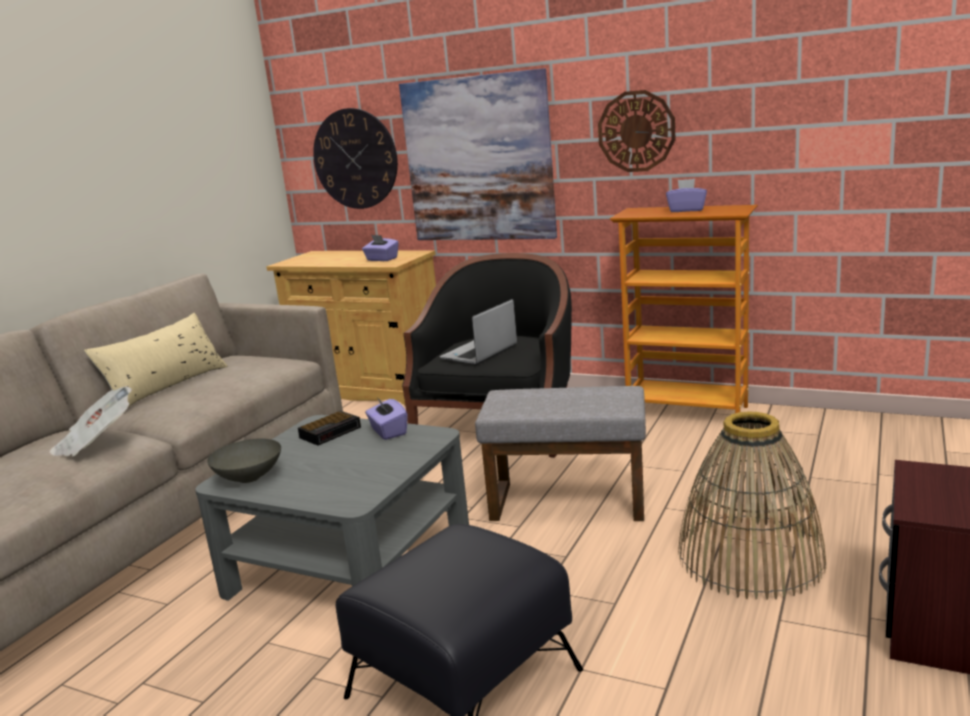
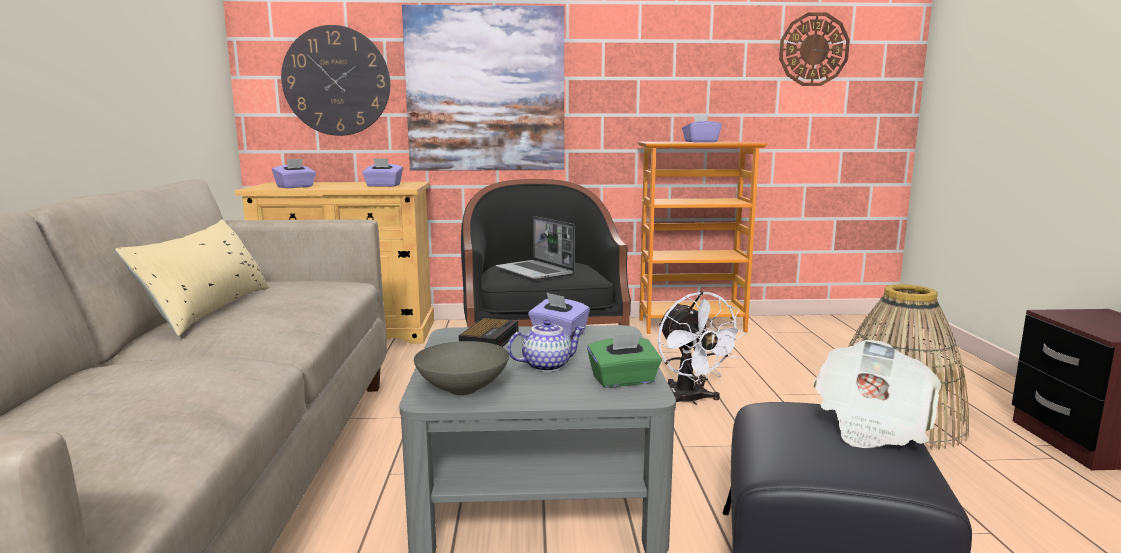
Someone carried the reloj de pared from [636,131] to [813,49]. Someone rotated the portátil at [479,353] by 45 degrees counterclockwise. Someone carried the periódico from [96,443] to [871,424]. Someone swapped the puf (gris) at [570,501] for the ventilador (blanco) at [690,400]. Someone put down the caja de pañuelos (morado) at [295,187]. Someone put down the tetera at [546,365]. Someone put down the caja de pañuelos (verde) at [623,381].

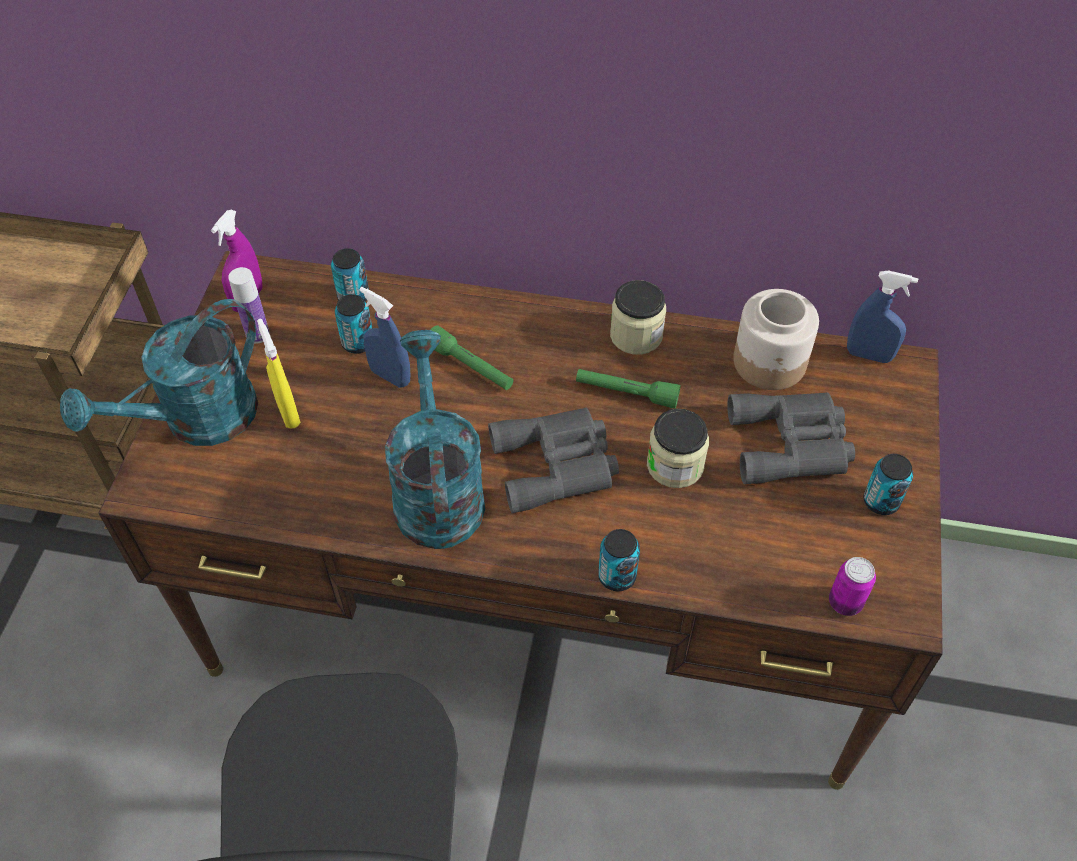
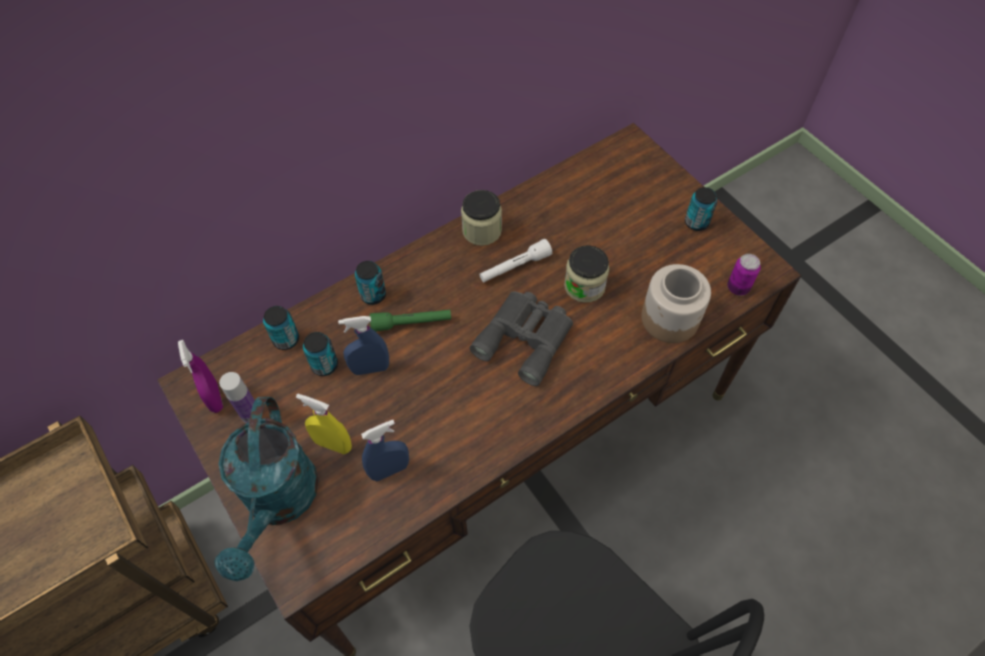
Someone carried the pulverizador (azul) from [869,355] to [389,470]. Someone carried the tarro from [770,363] to [670,319]. Someone took away the regadera (turquesa) at [436,489]. Someone repainted the linterna (verde) at [626,393], which became the linterna (blanco) at [514,267]. Someone took away the prismáticos (gris) at [792,444]. Someone carried the lata from [617,576] to [373,295].

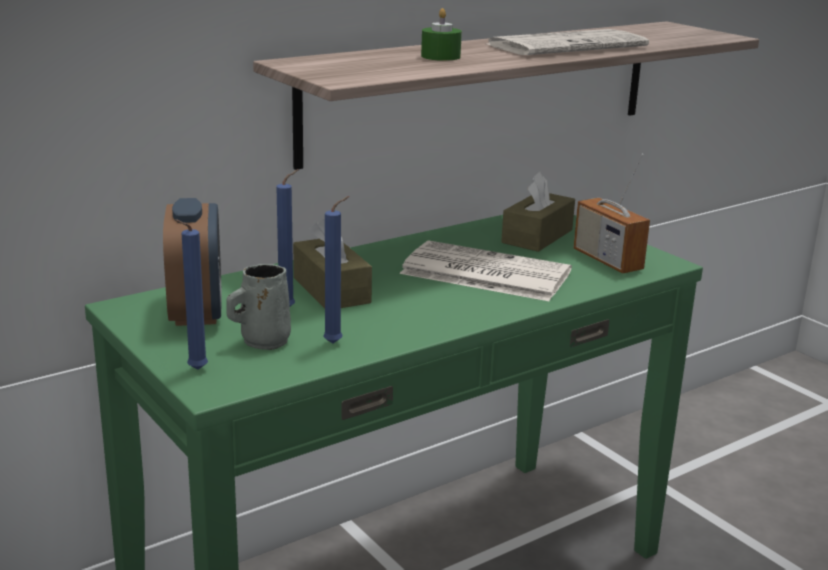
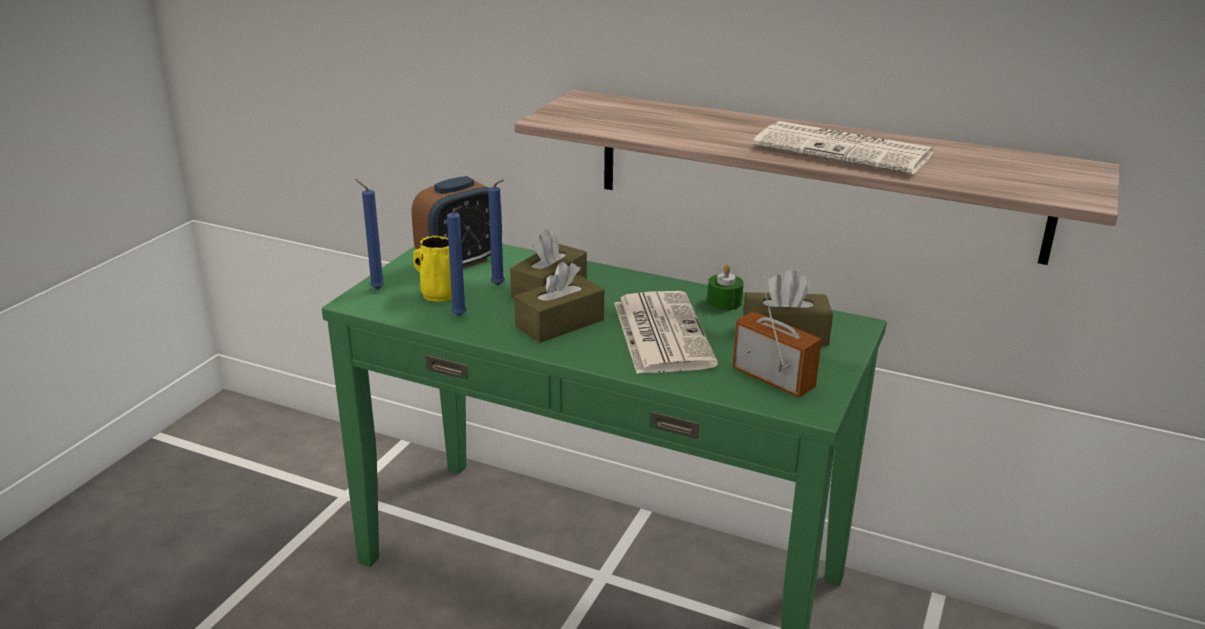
Someone carried the vela (verde) from [440,56] to [724,302]. Someone rotated the radio at [607,260] by 105 degrees clockwise. Someone repainted the taza grande (gris) at [262,341], which became the taza grande (amarillo) at [438,294]. Someone put down the caja de pañuelos (marrón) at [559,323].

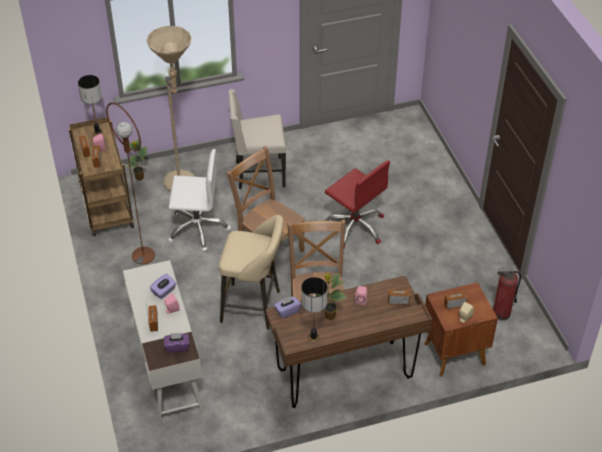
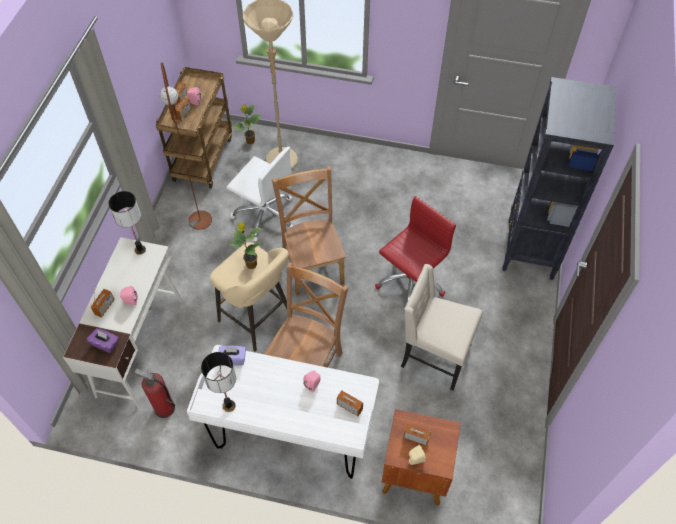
Someone carried the lámpara de mesa from [97,132] to [140,250]. Someone carried the silla (beis) from [259,174] to [433,356]. Someone rotated the silla de oficina (rojo) at [355,227] by 120 degrees counterclockwise. Someone carried the extintor from [501,313] to [164,408]. Someone carried the planta en maceta from [329,316] to [250,264]. Someone took away the caja de pañuelos (morado) at [164,291]. Someone repainted the escritorio (marrón) at [345,375], which became the escritorio (blanco) at [291,438]. Someone put down the estantería (negro) at [529,250].

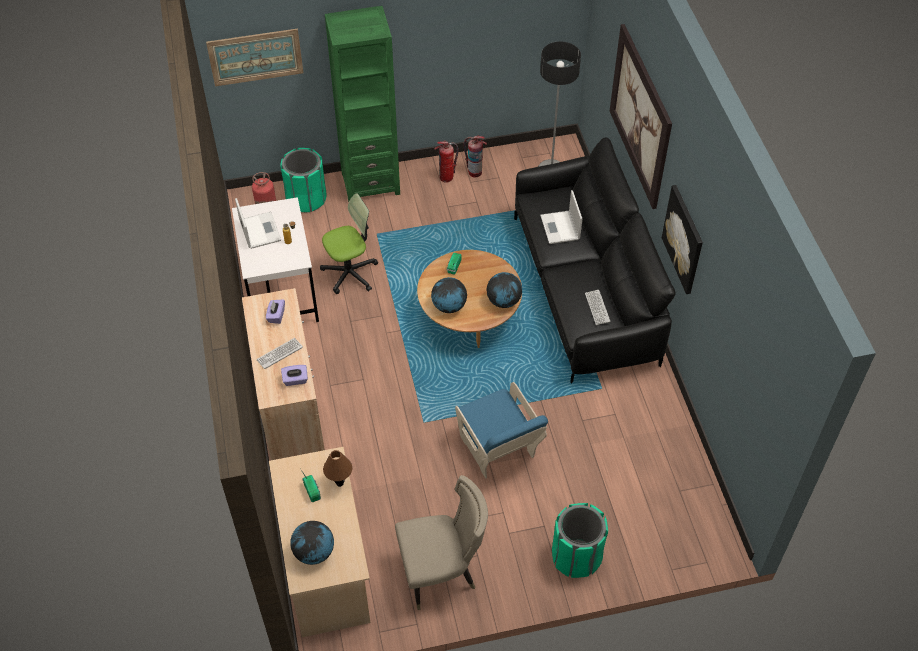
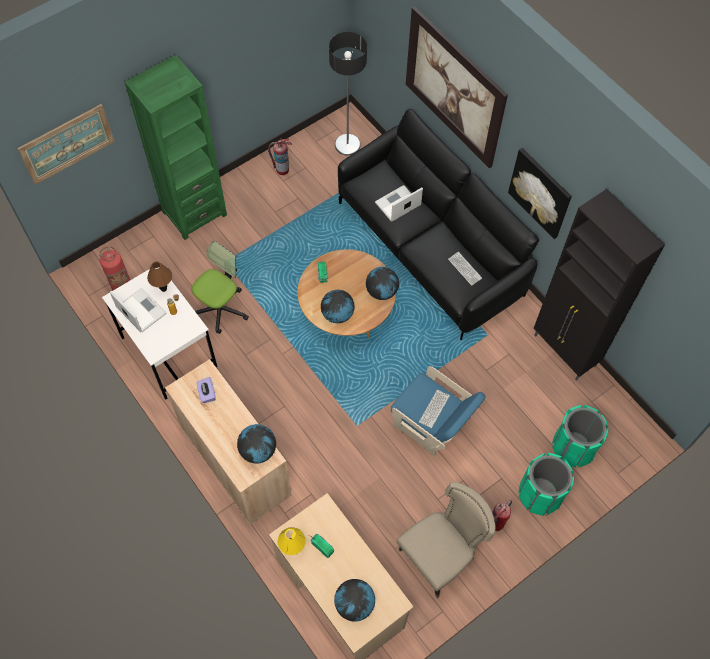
Someone carried the extintor from [446,177] to [496,523]. Someone carried the papelera (verde) from [306,199] to [573,447]. Someone rotated the portátil at [560,228] by 90 degrees clockwise. Someone carried the teclado from [279,353] to [434,409]. Someone swapped the caja de pañuelos (morado) at [295,380] for the globo terráqueo at [258,450]. Someone carried the lámpara de mesa (marrón) from [340,483] to [163,289]. Someone put down the armario (negro) at [564,351]. Someone put down the lámpara de mesa (amarillo) at [292,548].

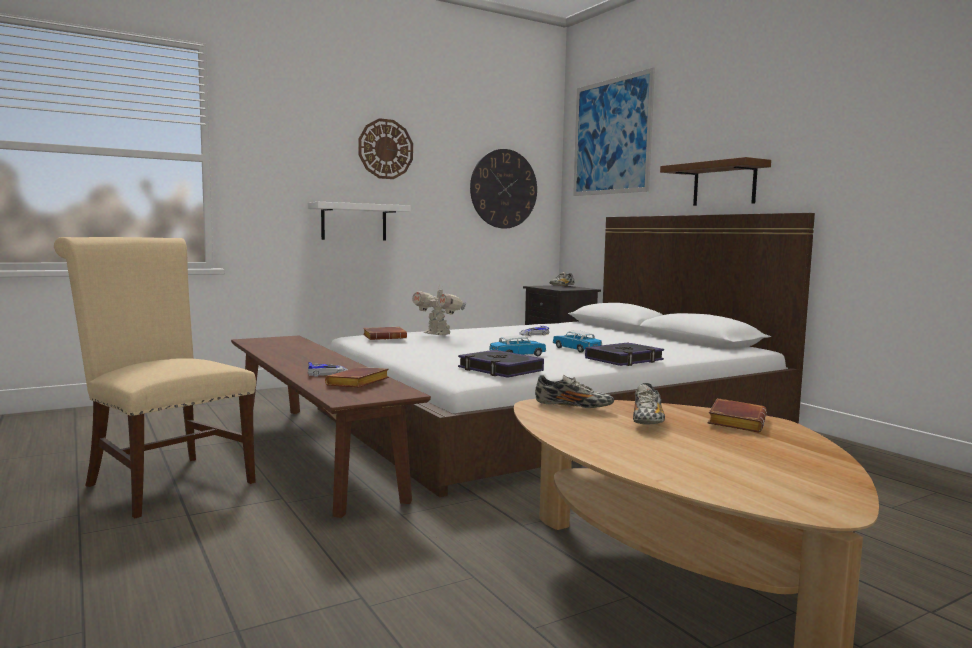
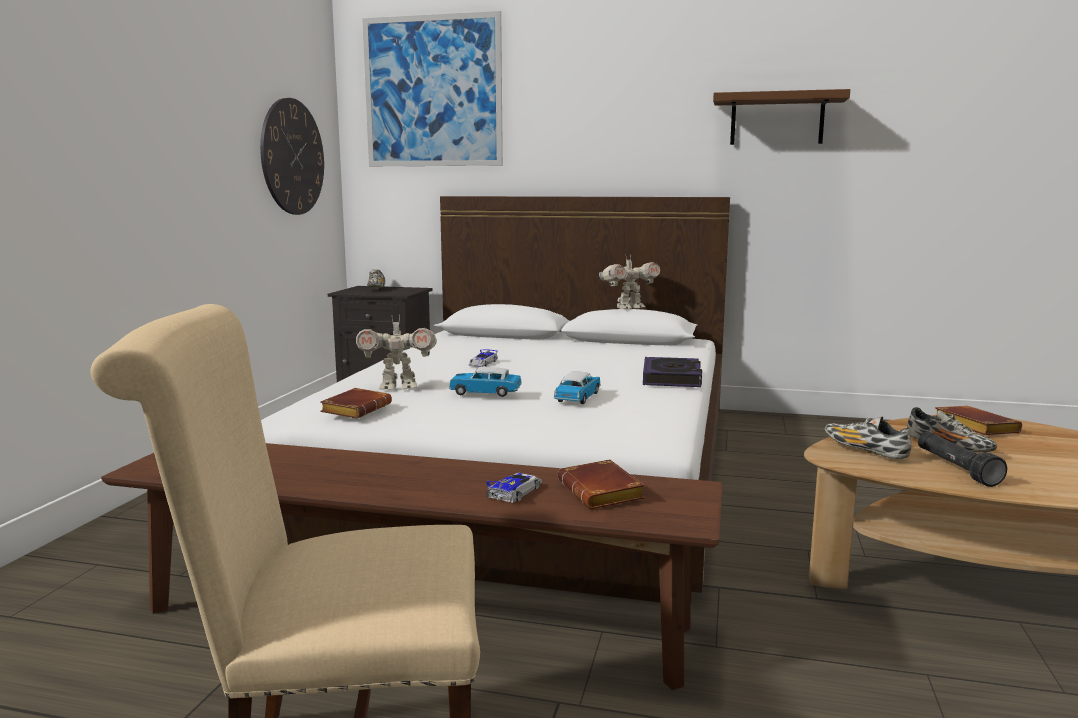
Someone took away the reloj de pared at [385,149]. Someone carried the estante (marrón) from [724,184] to [777,120]. Someone took away the estante (blanco) at [354,222]. Someone carried the coche de juguete from [576,349] to [485,393]. Someone took away the libro at [500,369]. Someone rotated the zapato at [573,407] by 105 degrees counterclockwise. Someone put down the robot de juguete at [629,308]. Someone put down the linterna (negro) at [955,469].

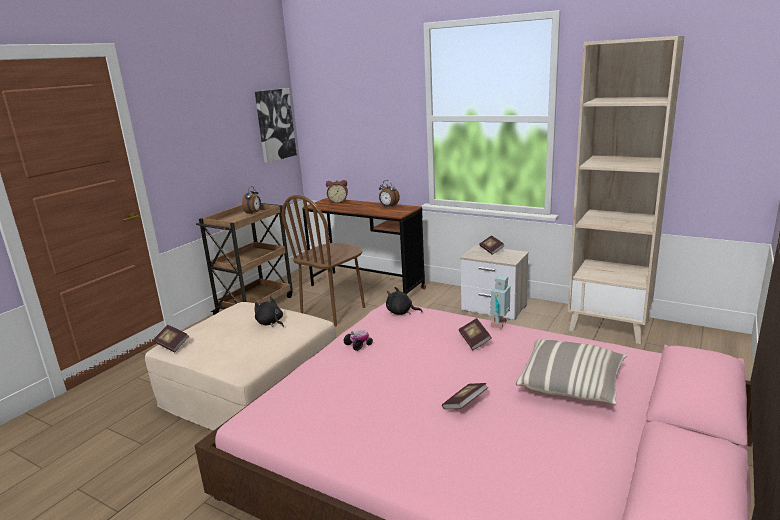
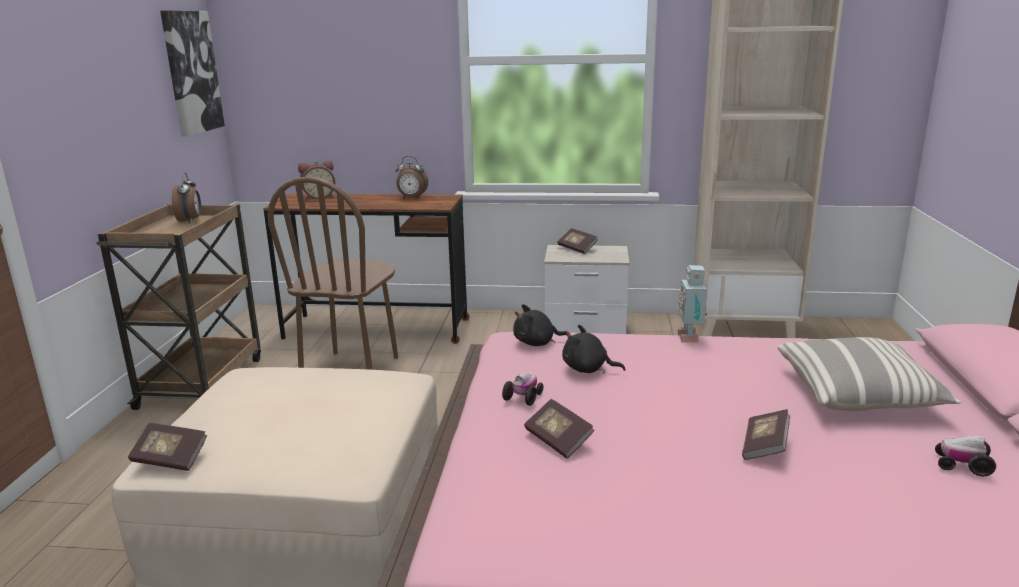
Someone carried the peluche (negro) from [270,323] to [588,369]. Someone carried the libro from [474,341] to [558,440]. Someone put down the coche de juguete at [962,465].

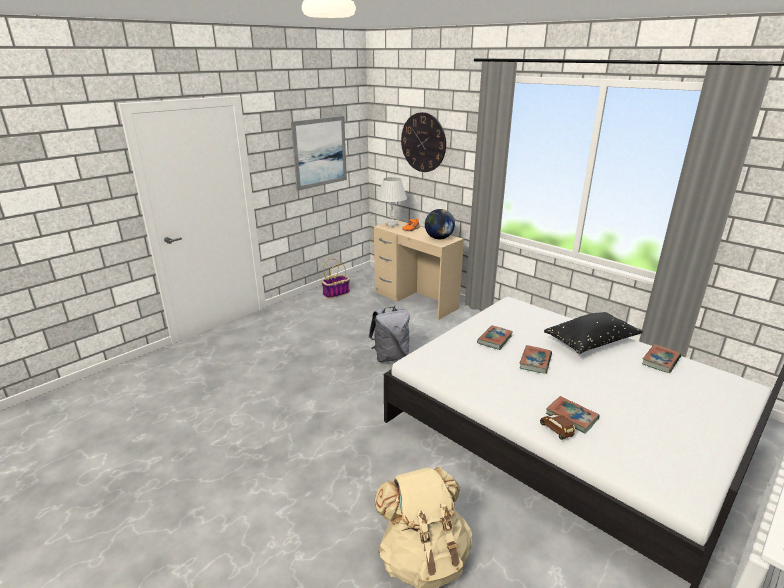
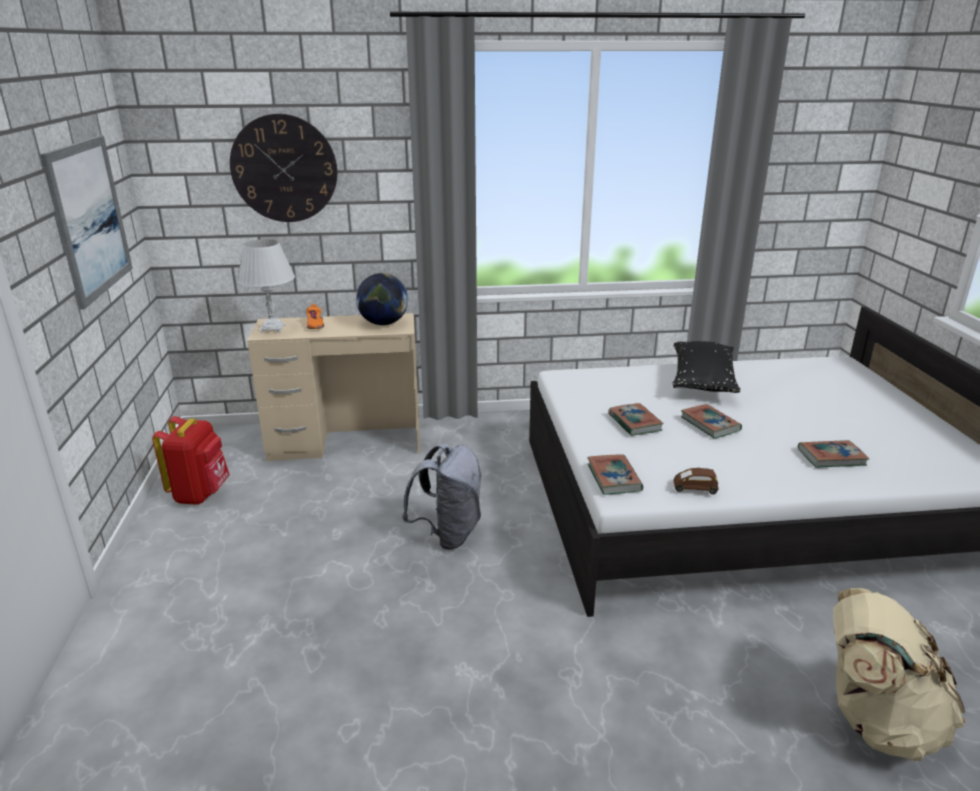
Someone swapped the cesta at [336,293] for the mochila (rojo) at [200,494]. Someone carried the libro from [660,361] to [614,478]. Someone carried the coche de juguete (marrón) from [556,431] to [694,489].

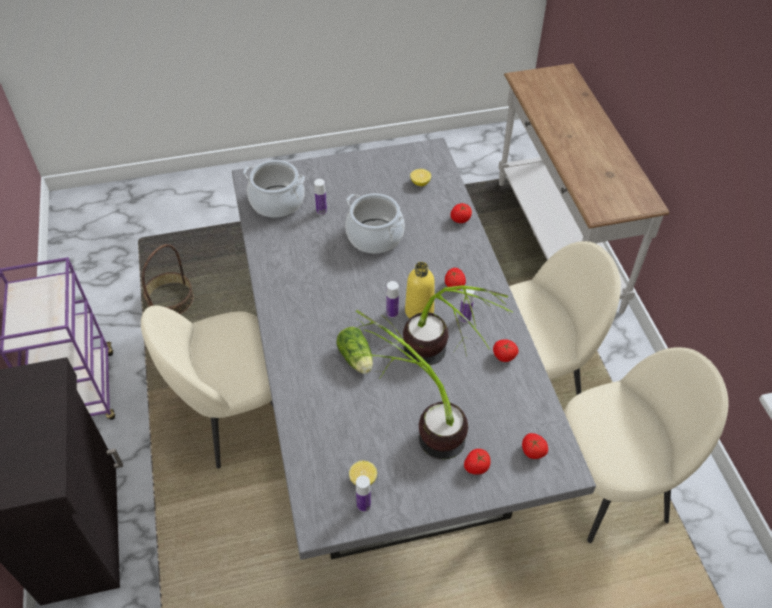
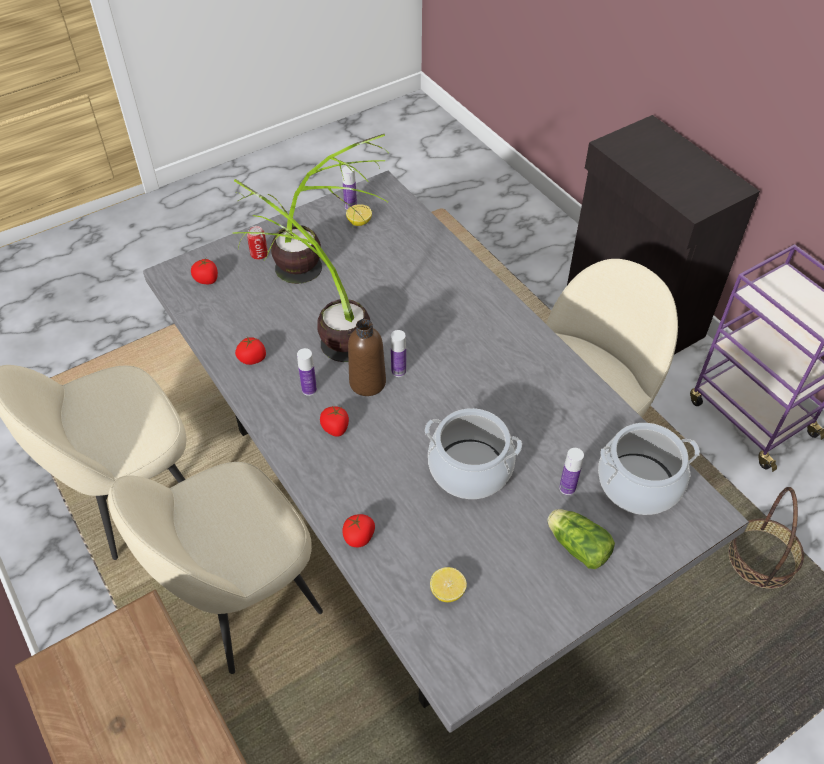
Someone repainted the botella (amarillo) at [419,311], which became the botella (marrón) at [367,382]. Someone carried the lechuga from [357,359] to [576,545]. Someone swapped the tomate at [476,467] for the lata at [259,255].

